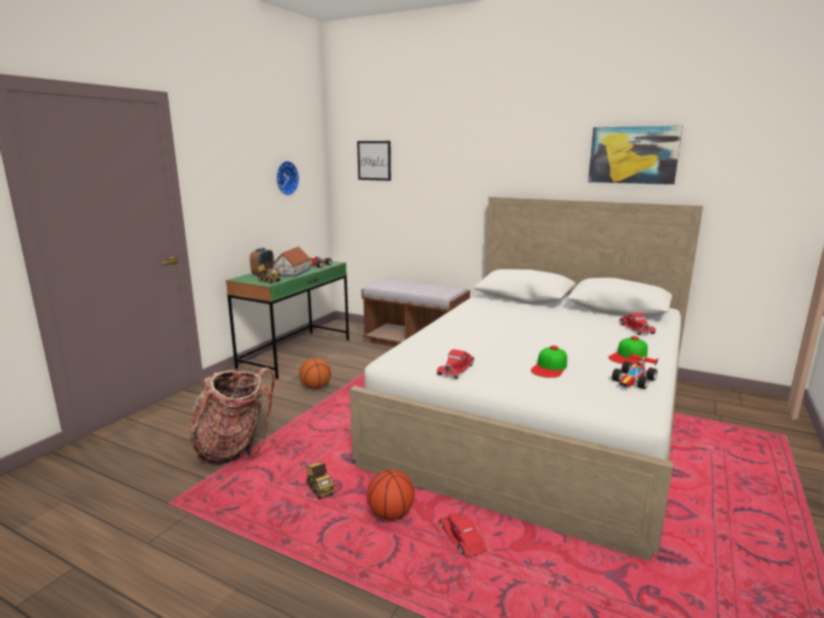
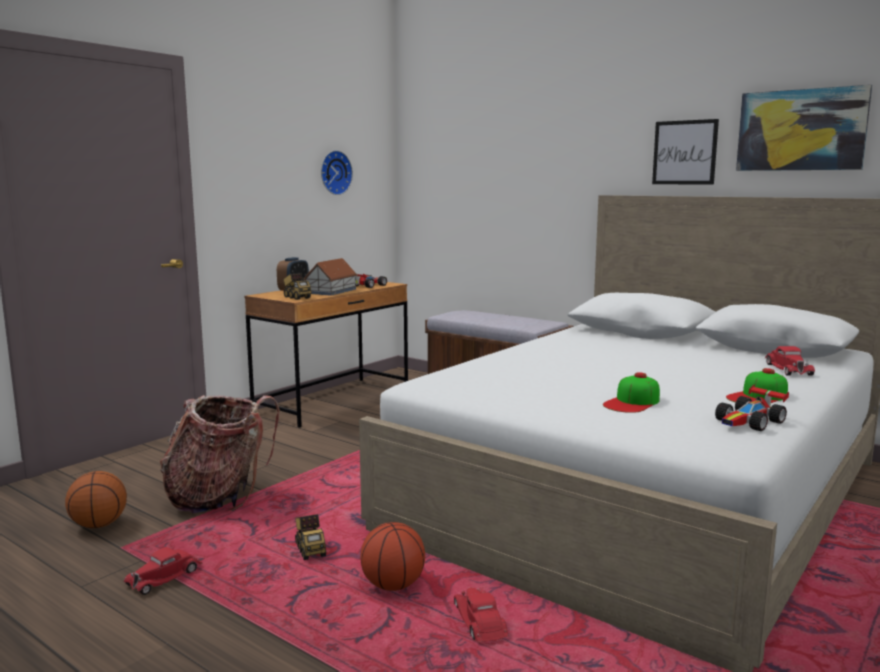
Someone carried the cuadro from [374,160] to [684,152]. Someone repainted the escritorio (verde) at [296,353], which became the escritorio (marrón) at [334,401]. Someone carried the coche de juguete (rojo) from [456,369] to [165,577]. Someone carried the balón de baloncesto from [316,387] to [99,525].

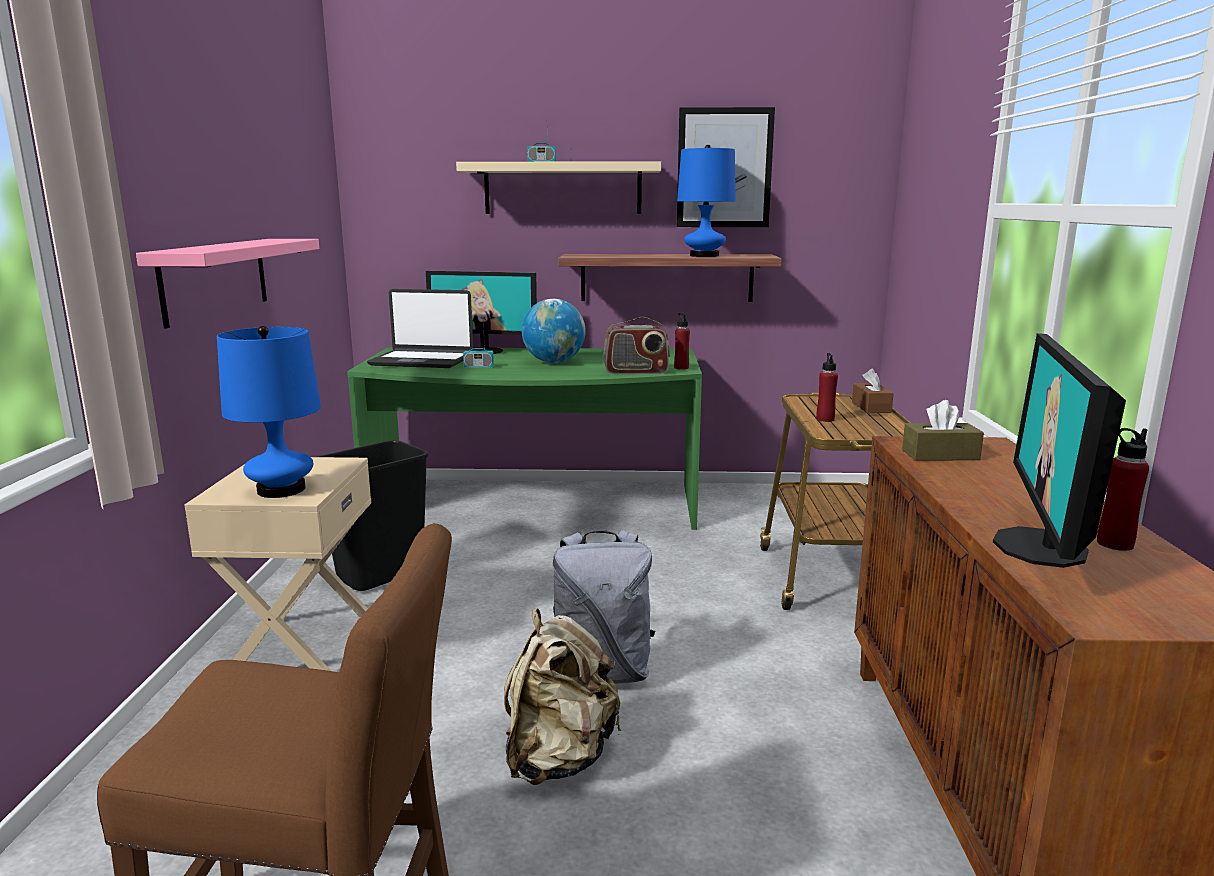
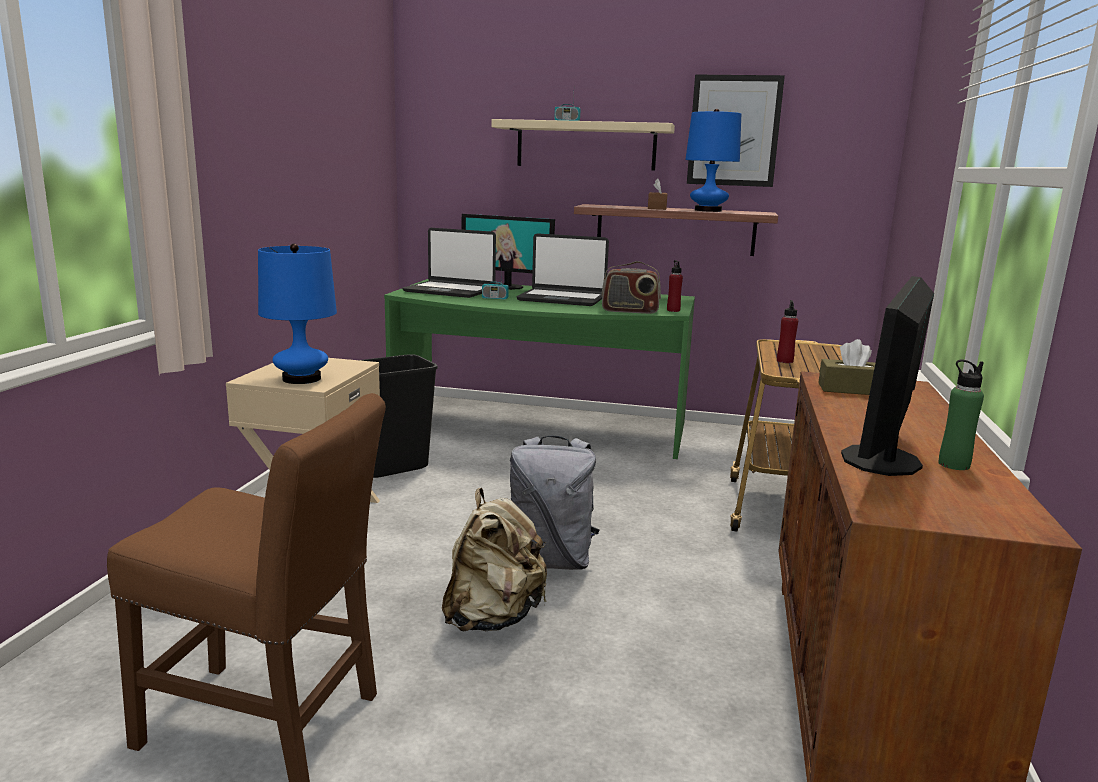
Someone took away the estante (rosa) at [216,279]. Someone swapped the globo terráqueo at [554,362] for the portátil at [562,299]. Someone carried the caja de pañuelos (marrón) from [871,407] to [657,208]. Someone repainted the botella (rojo) at [1114,544], which became the botella (verde) at [953,464].

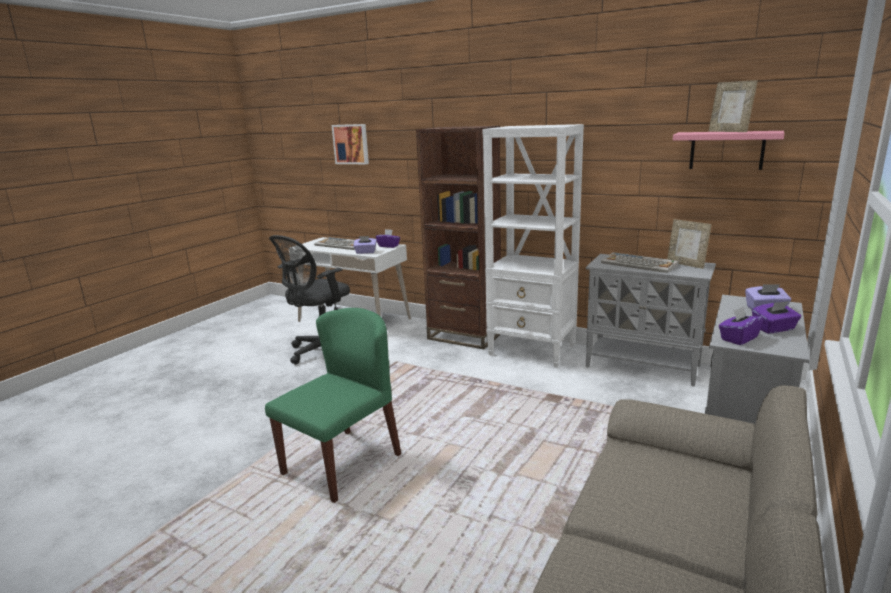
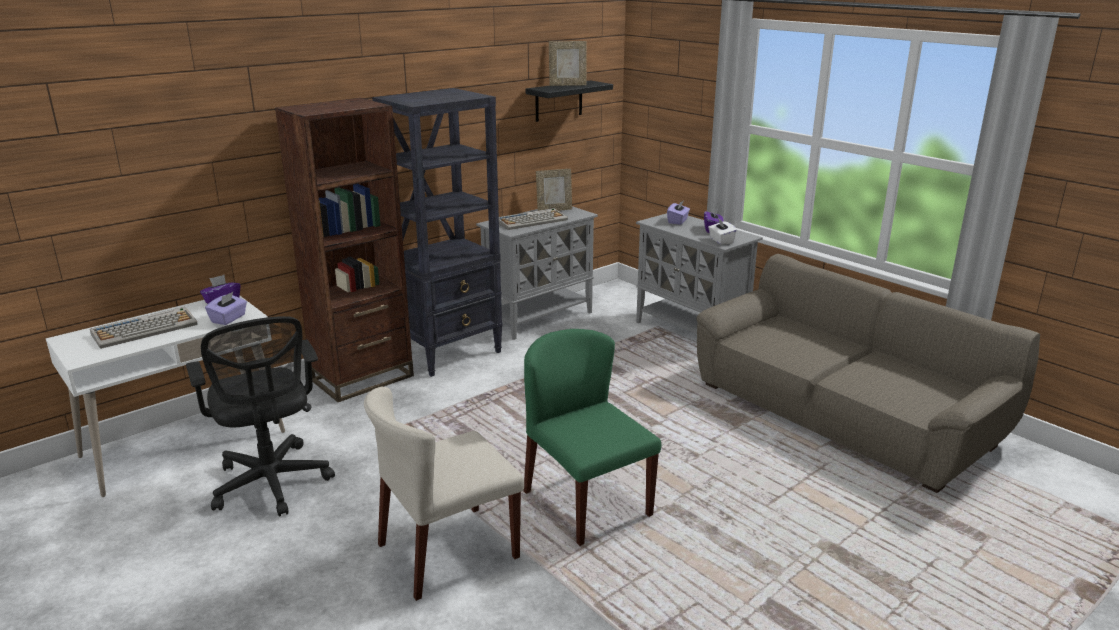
Someone took away the cuadro at [351,144]. Someone repainted the estantería (blanco) at [532,350], which became the estantería (negro) at [450,353]. Someone repainted the estante (rosa) at [726,150], which became the estante (negro) at [558,101]. Someone repainted the caja de pañuelos (morado) at [738,338], which became the caja de pañuelos (blanco) at [721,241]. Someone put down the silla (beis) at [447,551].

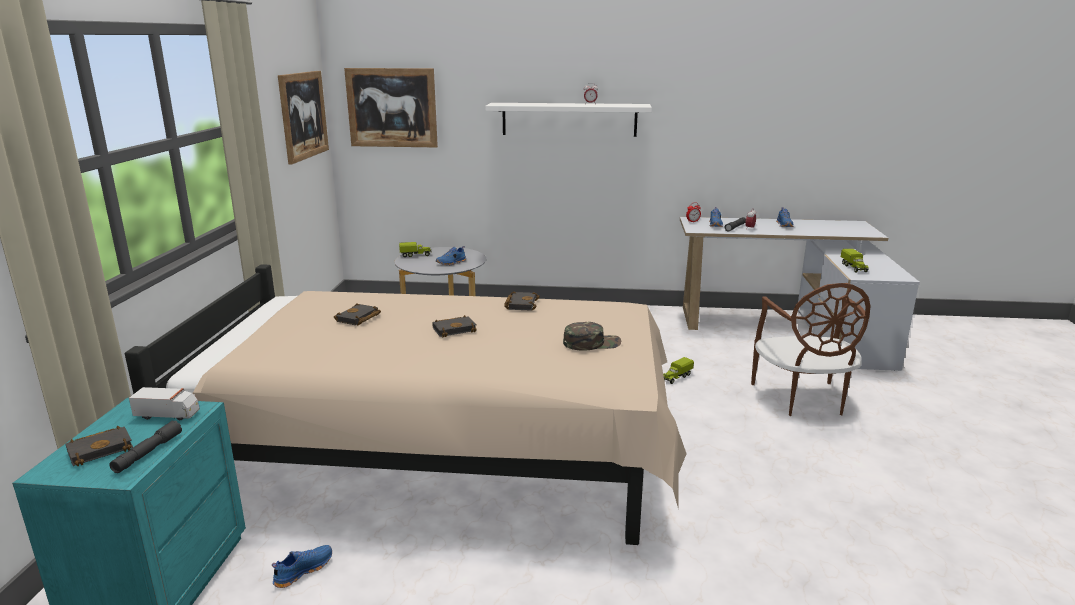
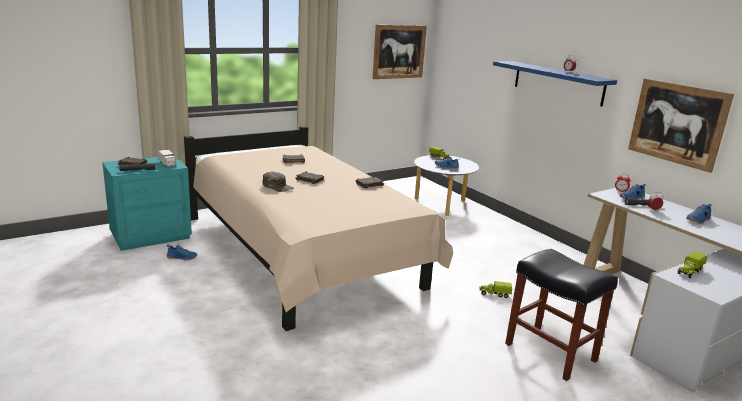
Someone carried the cuadro from [392,108] to [677,123]. Someone repainted the estante (blanco) at [569,119], which became the estante (azul) at [558,82]. Someone swapped the silla (marrón) at [802,399] for the taburete (negro) at [549,352]. Someone carried the gorra (verde) from [591,343] to [278,186].

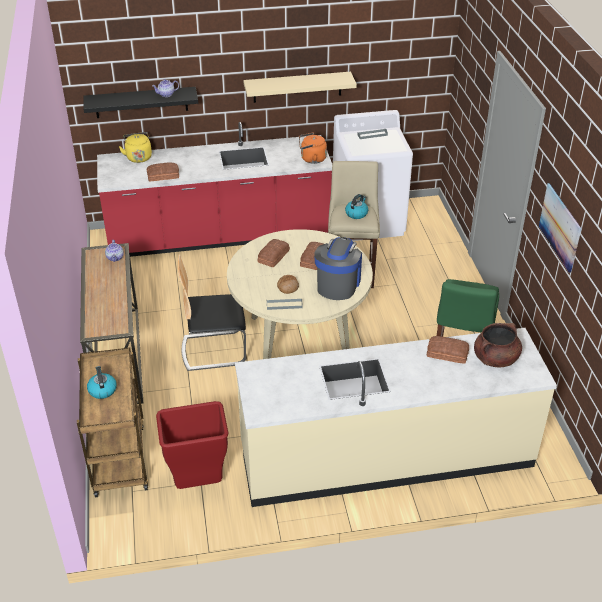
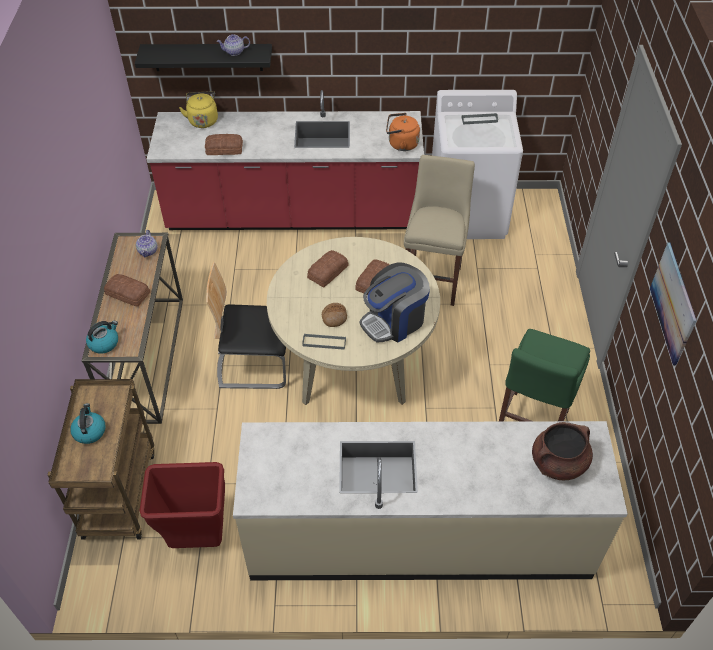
Someone took away the estante (beis) at [297,87]. Someone carried the hervidor from [356,213] to [104,343]. Someone rotated the cafetera at [338,284] by 150 degrees counterclockwise. Someone carried the pan from [447,354] to [128,294].

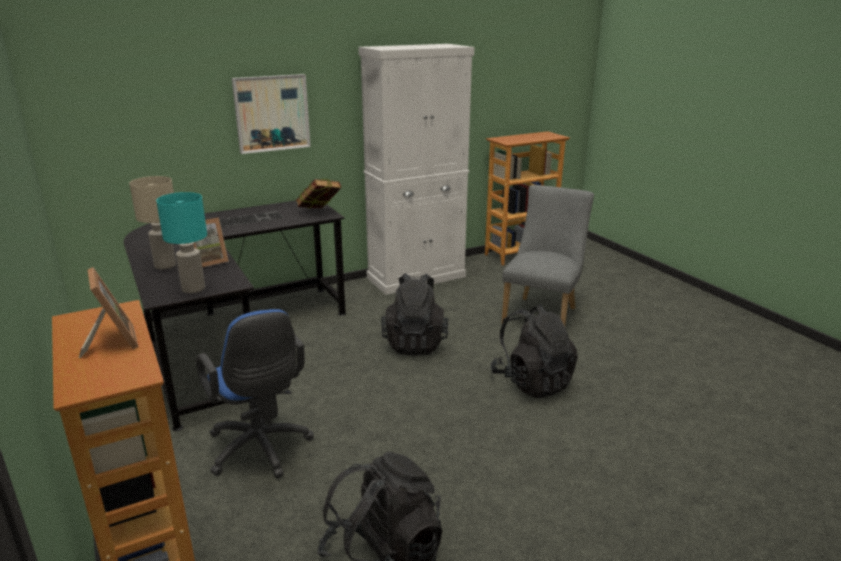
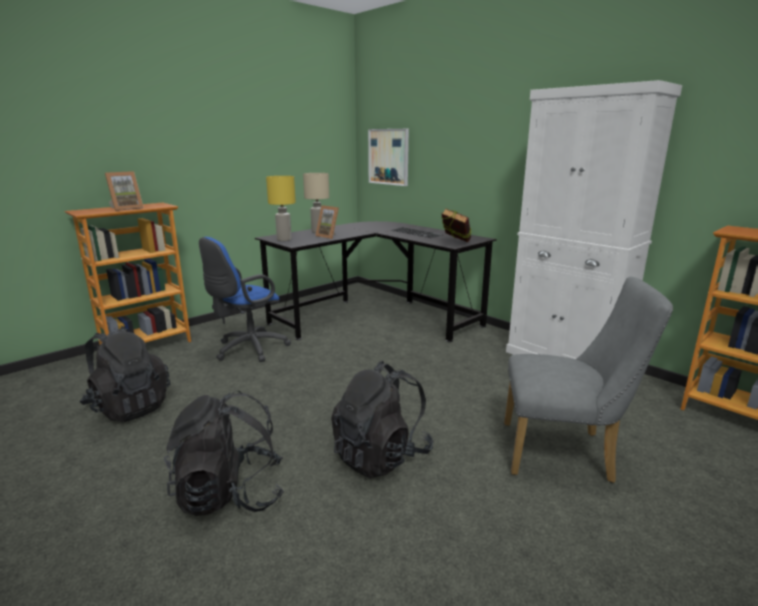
Someone carried the cuadro from [272,113] to [389,157]. Someone repainted the lámpara de mesa (turquesa) at [193,288], which became the lámpara de mesa (amarillo) at [284,239]. Someone carried the mochila (negro) from [415,343] to [230,494].

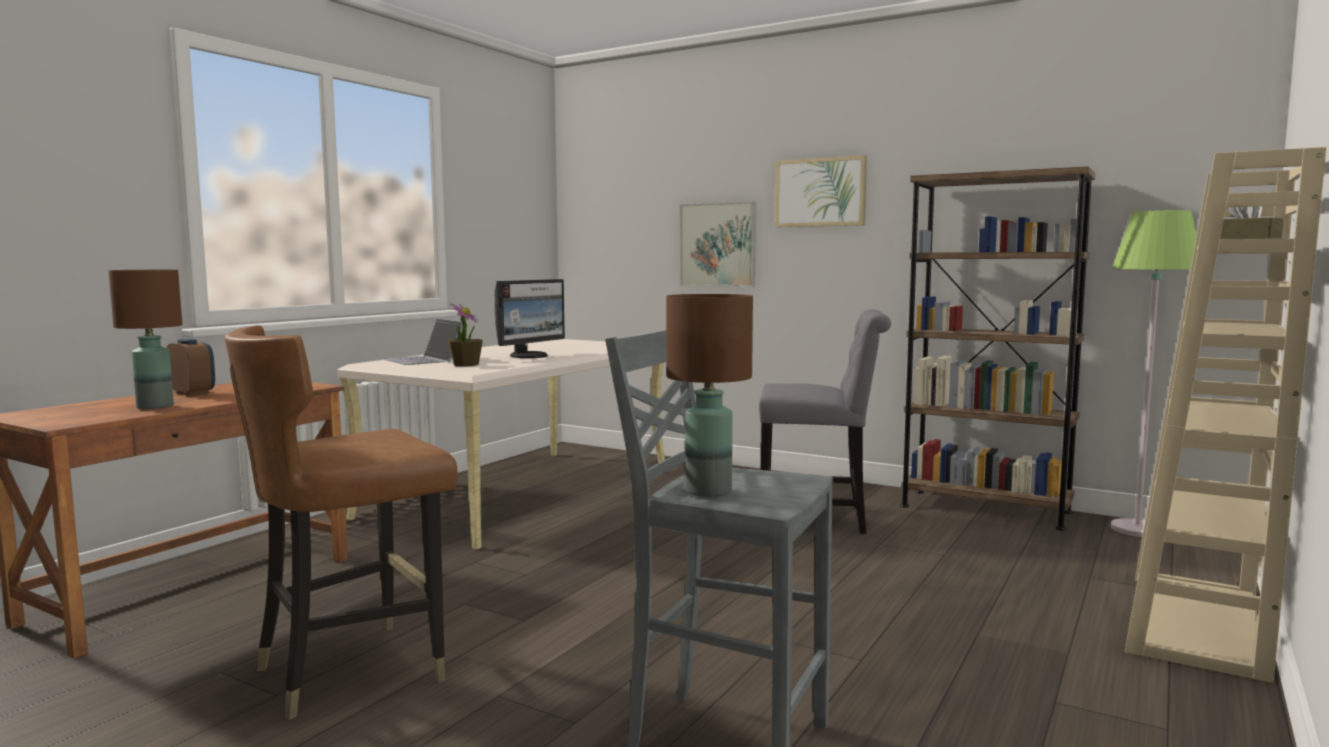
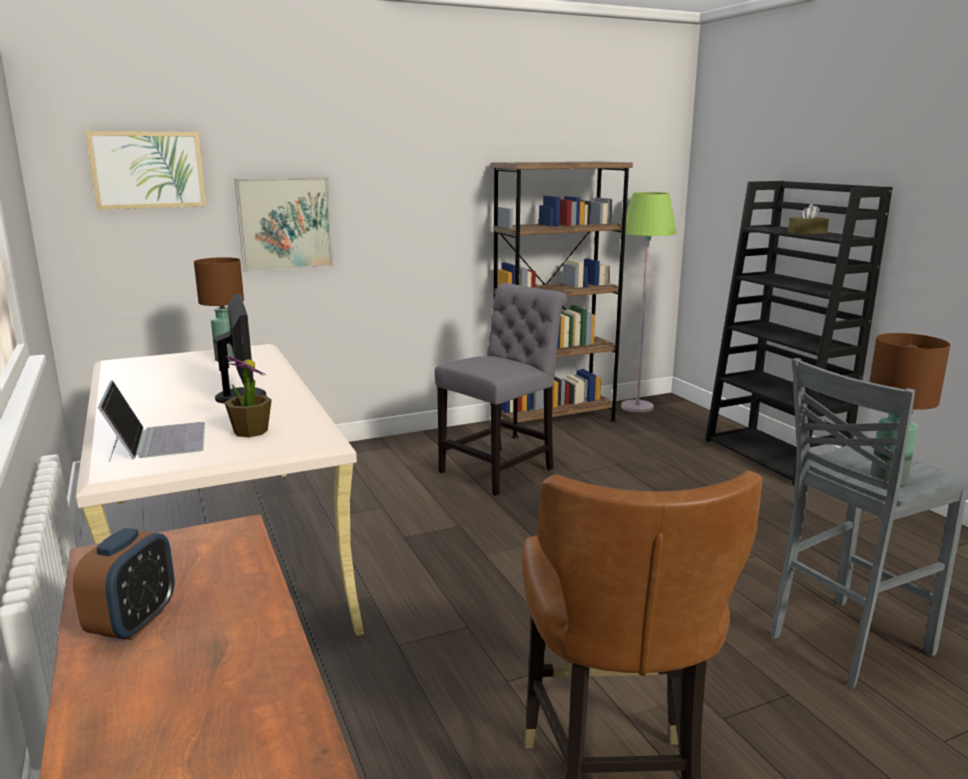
Someone repainted the estantería (beis) at [1197,625], which became the estantería (negro) at [774,456]. Someone carried the cuadro from [820,192] to [148,170]. Someone carried the lámpara de mesa (marrón) from [154,407] to [228,359]. Someone rotated the portátil at [424,360] by 105 degrees counterclockwise. Someone rotated the despertador at [192,393] by 120 degrees clockwise.

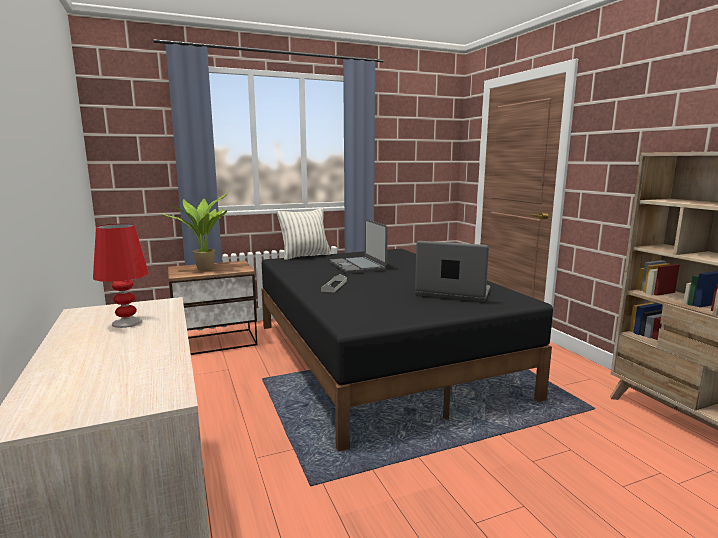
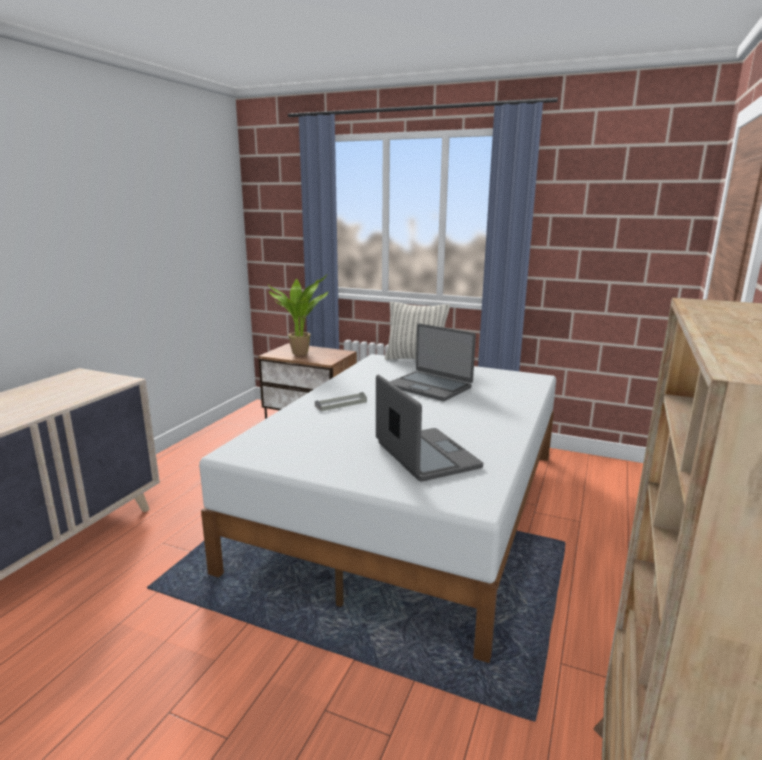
Someone rotated the portátil at [358,266] by 75 degrees counterclockwise. Someone took away the lámpara de mesa (rojo) at [127,322]. Someone repainted the cama (negro) at [380,357], which became the cama (blanco) at [410,506].

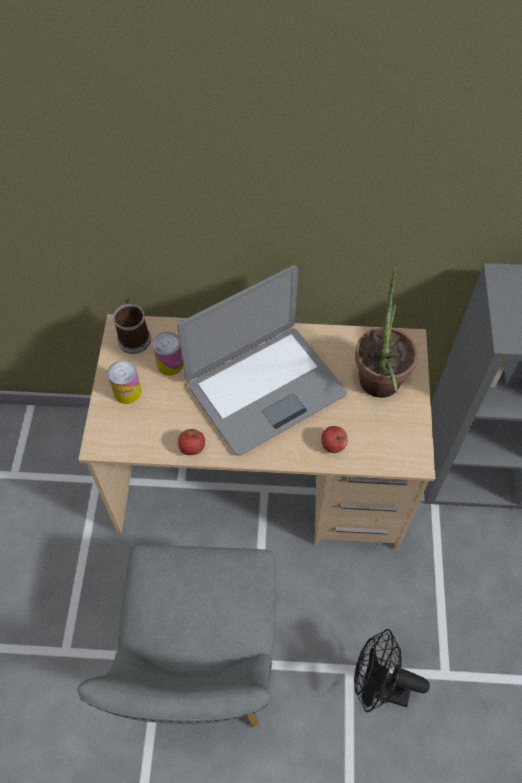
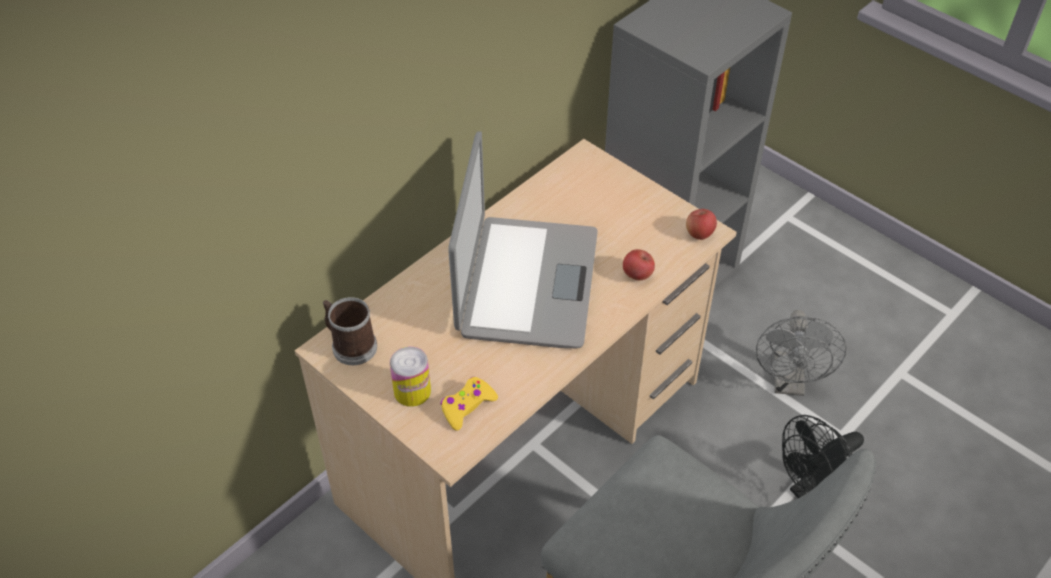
Someone took away the planta en maceta at [378,388]. Someone took away the lata at [170,364]. Someone carried the manzana from [192,448] to [699,234]. Someone put down the ventilador (gris) at [789,383]. Someone put down the mando de consola (amarillo) at [467,406].

